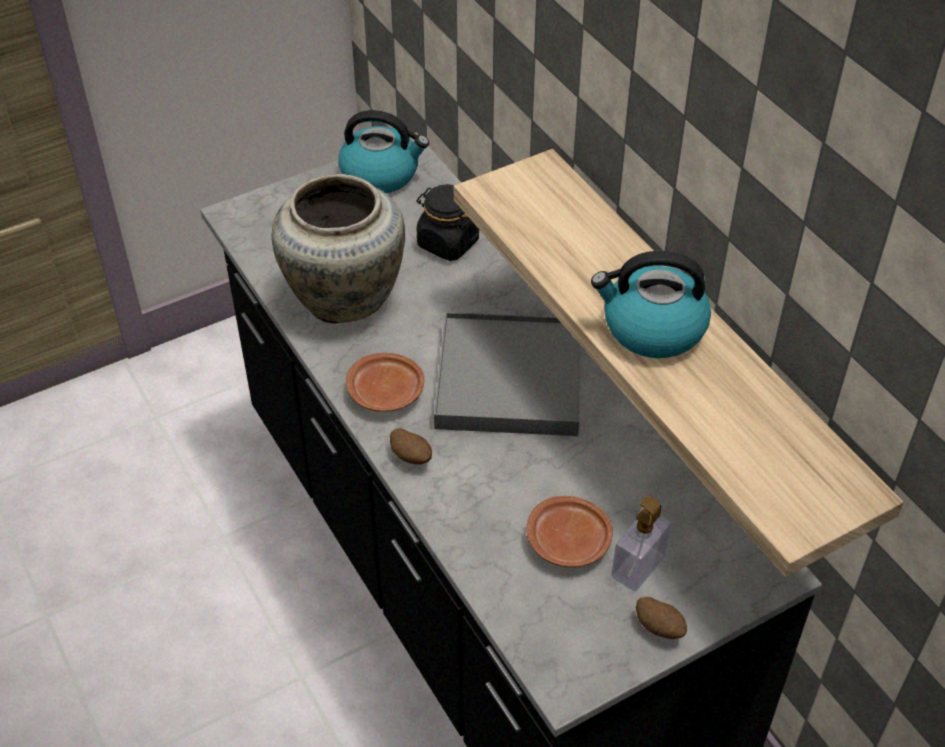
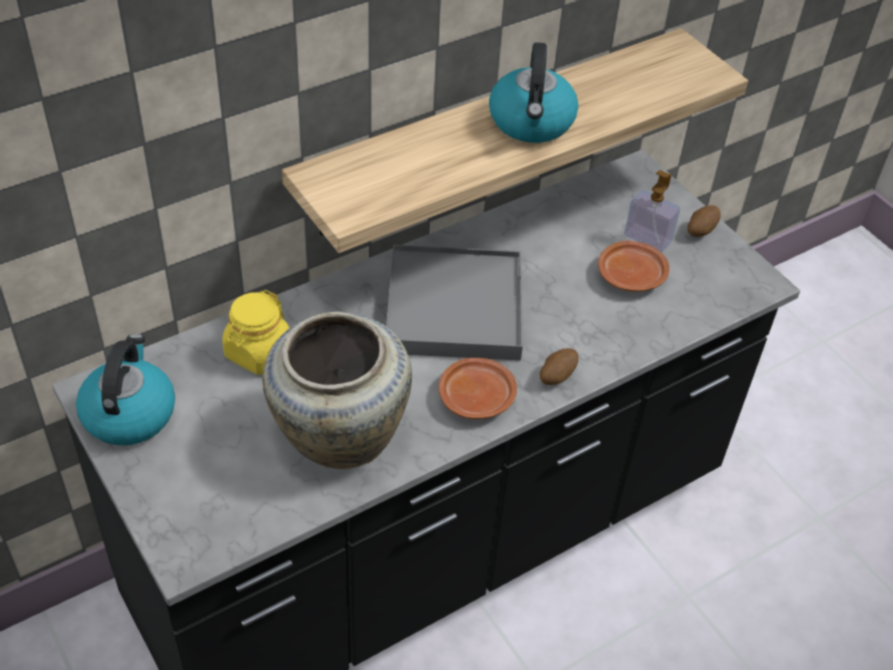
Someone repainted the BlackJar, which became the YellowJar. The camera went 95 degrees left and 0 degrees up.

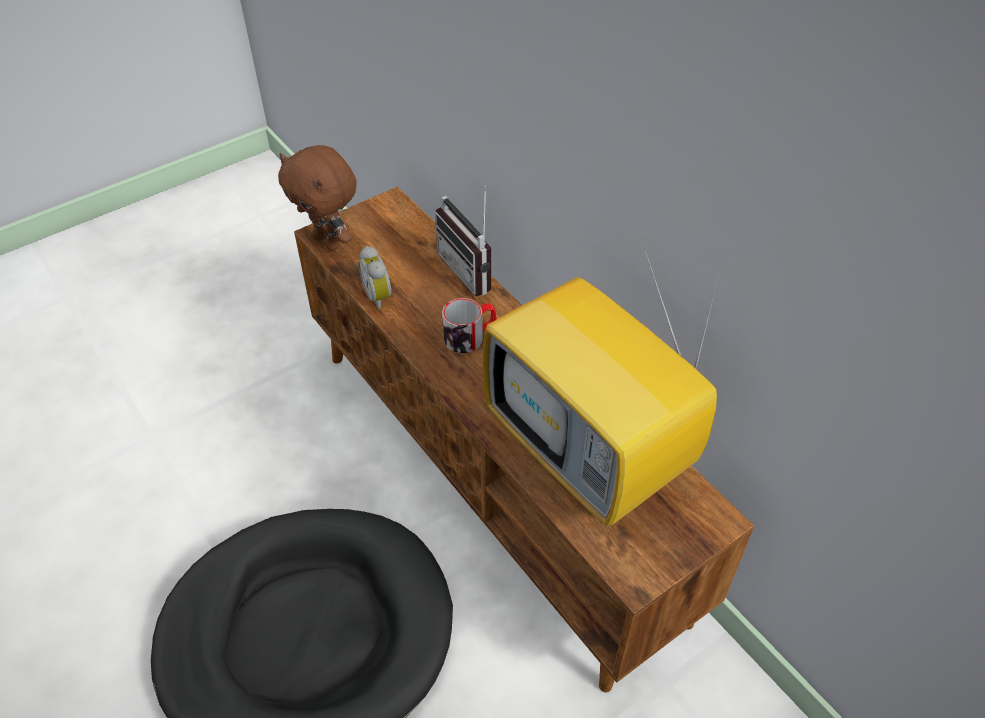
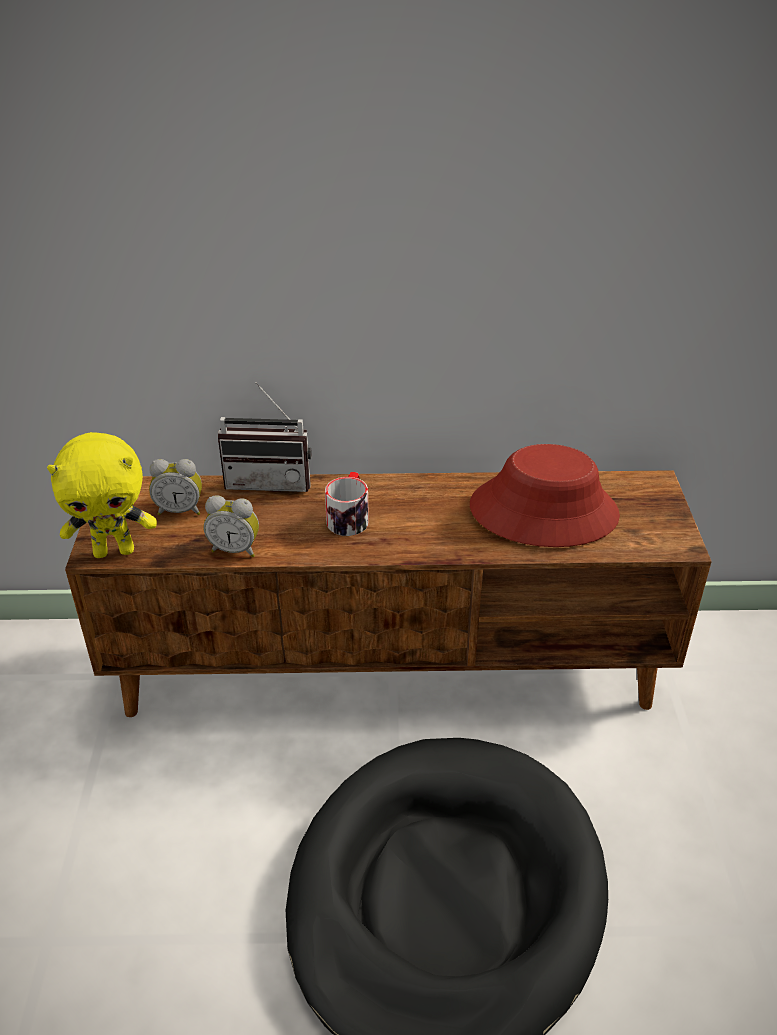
Someone put down the AlarmClock (1st from left). Someone swapped the Television for the RedHat. Someone repainted the BrownPlushToy, which became the YellowPlushToy. The camera went 55 degrees left and 10 degrees down.

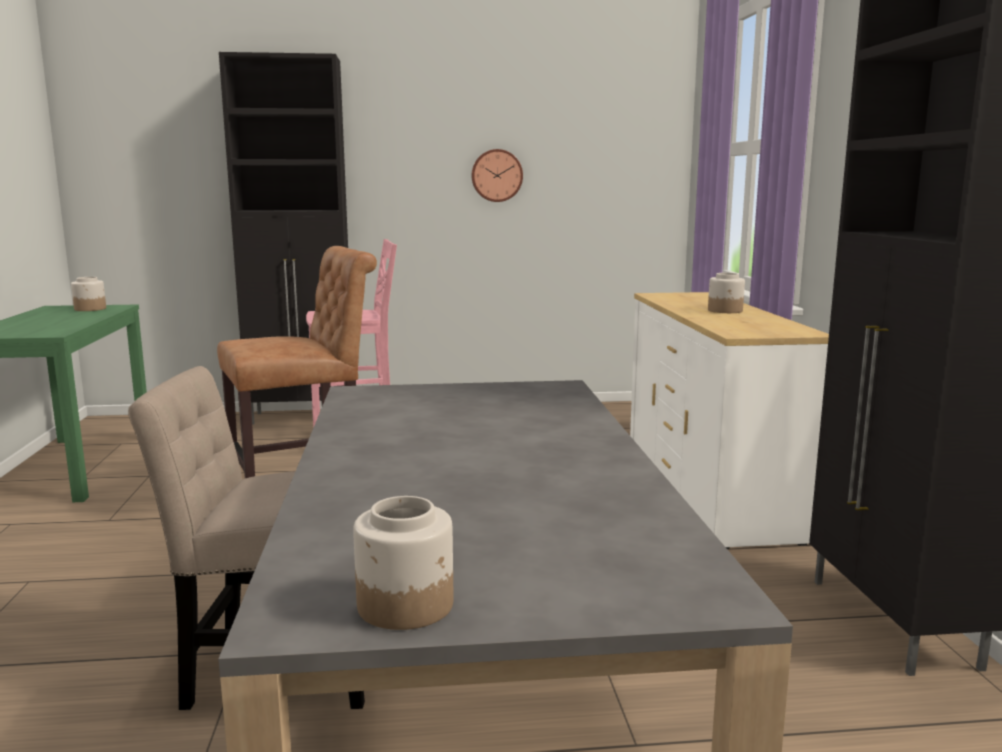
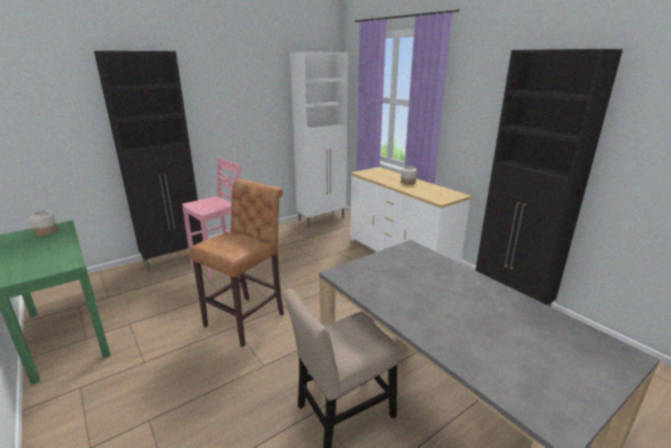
Someone took away the Jar (2nd from left). Someone took away the WallClock. Someone put down the WhiteCabinet. The camera went 30 degrees left and 10 degrees up.

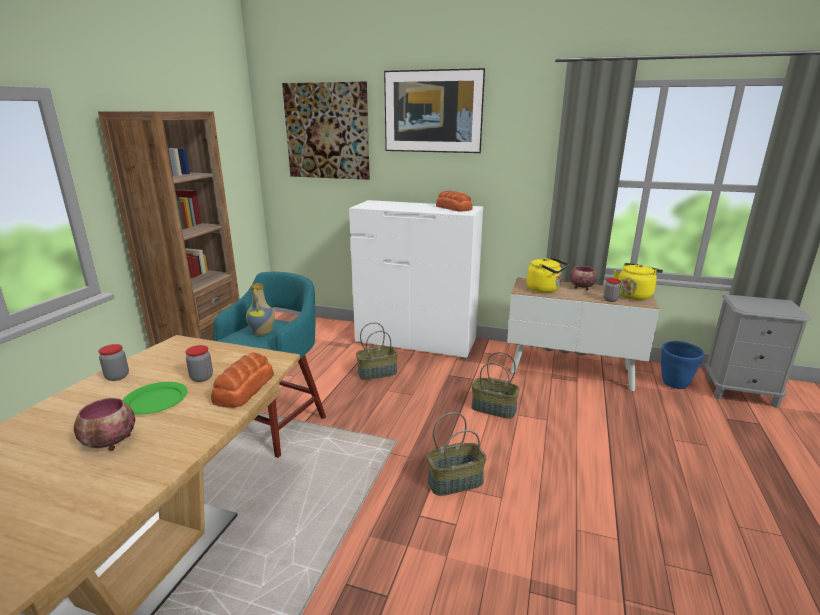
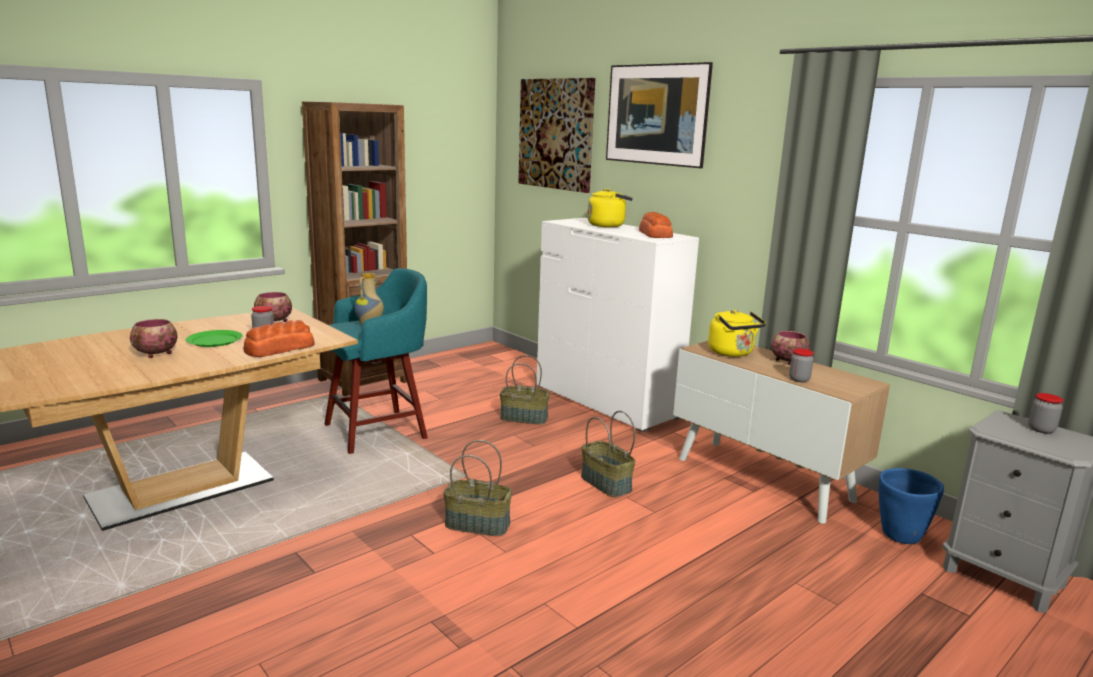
Someone put down the Bowl (2nd from left). Someone carried the Jar (1st from left in the first image). Someone carried the YellowKettle (2nd from left in the first image). The camera went 30 degrees right and 5 degrees down.

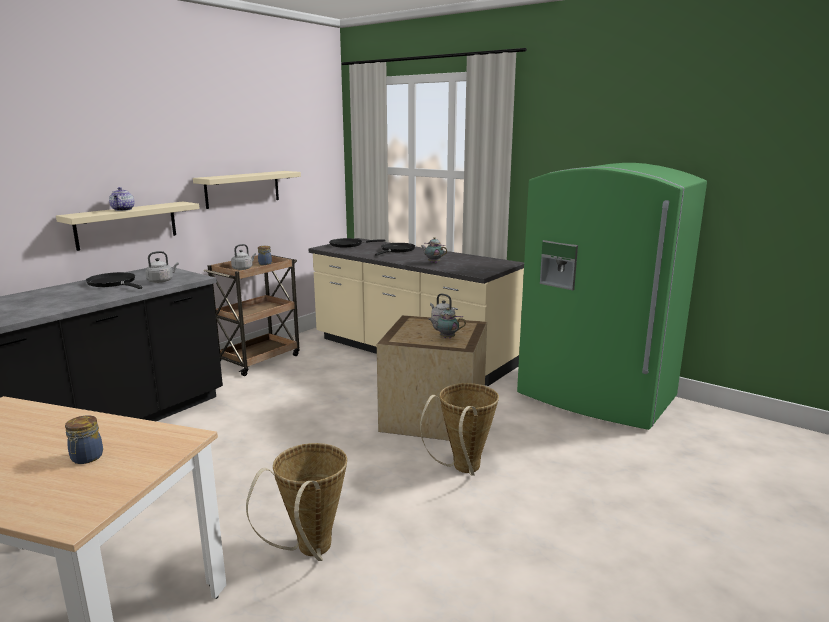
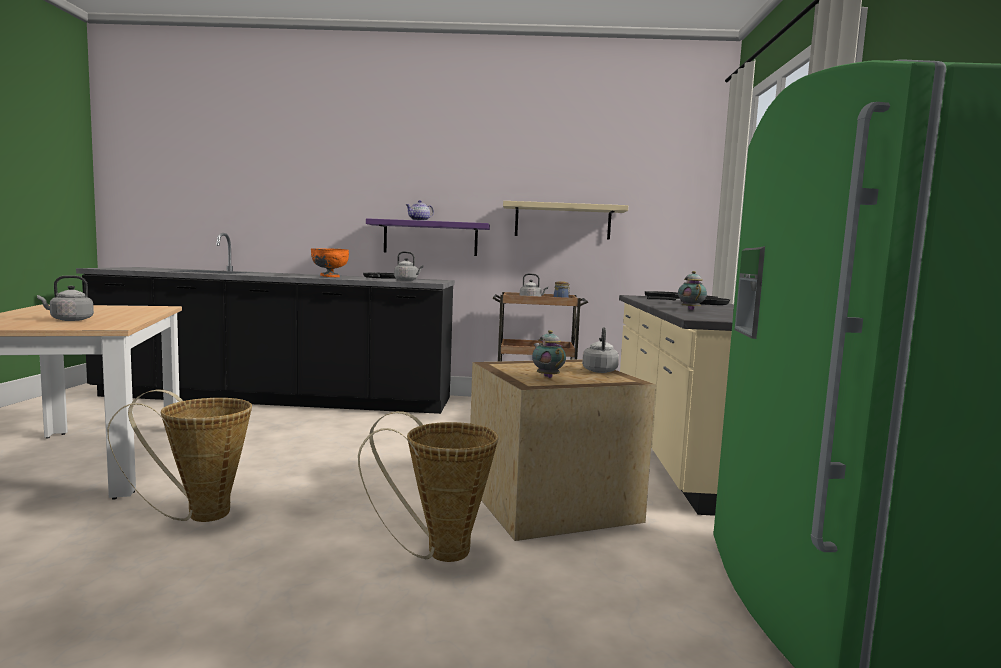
Someone put down the OrangeBowl. Someone swapped the Jar (1st from left) for the GreyKettle (1st from left). Someone repainted the BeigeShelf (1st from left), which became the PurpleShelf. The camera went 55 degrees right and 10 degrees down.

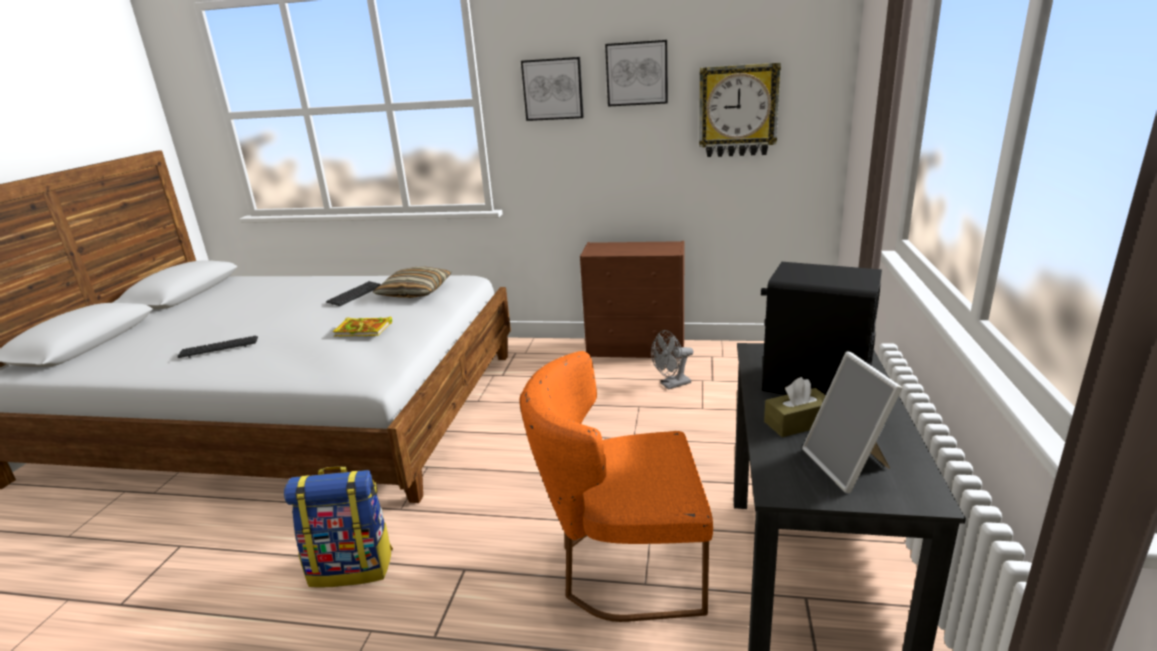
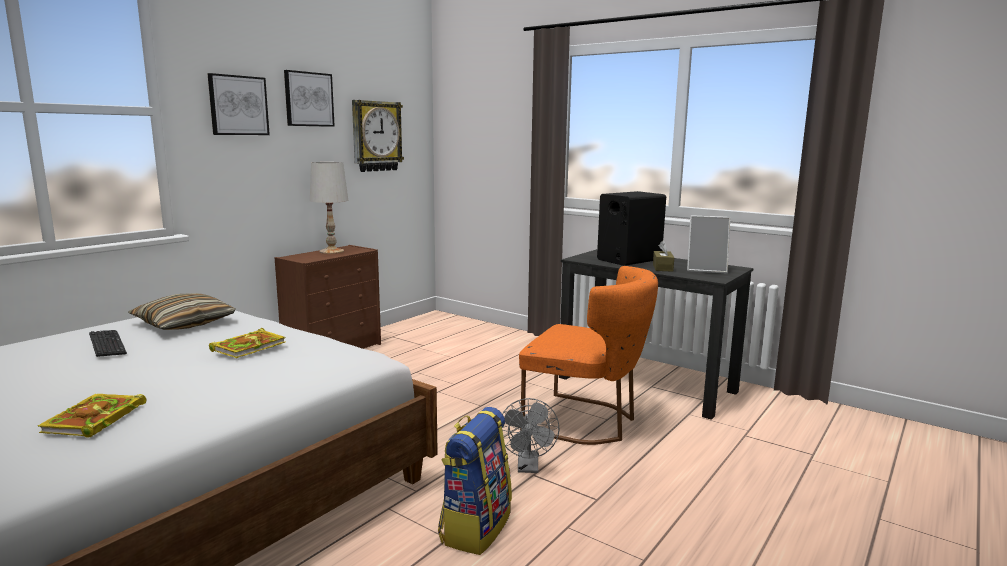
Someone put down the WhiteTableLamp. Someone carried the GreyFan. Someone swapped the Keyboard (1st from left) for the Book (1st from left). Someone rotated the OrangeChair by 90 degrees counterclockwise. The camera went 65 degrees left and 10 degrees down.

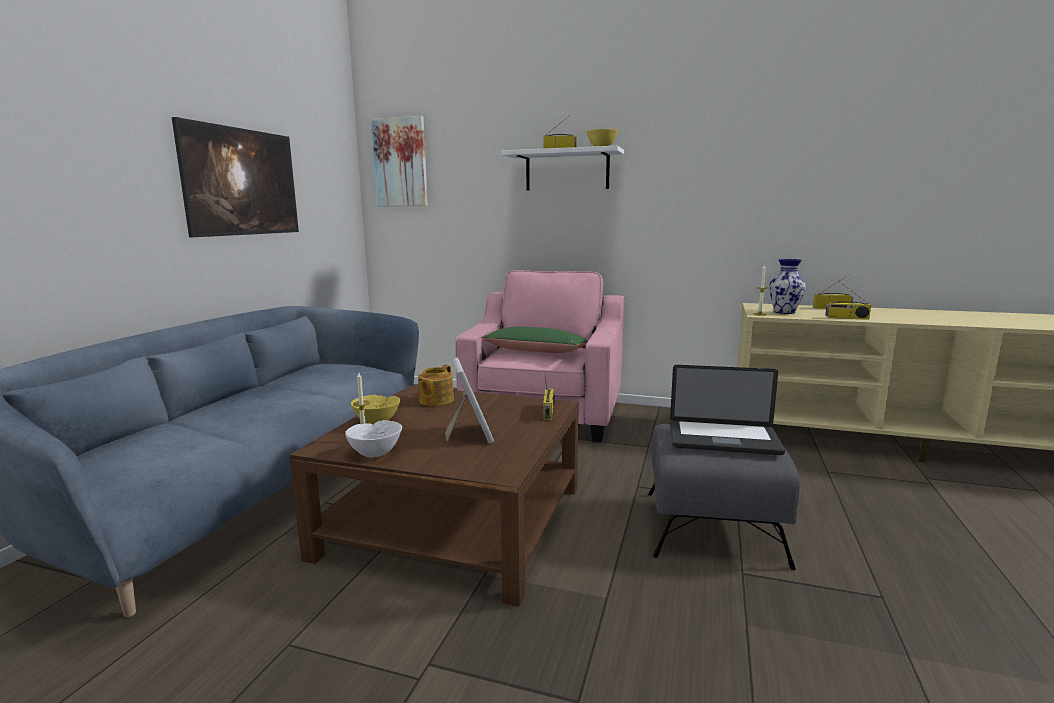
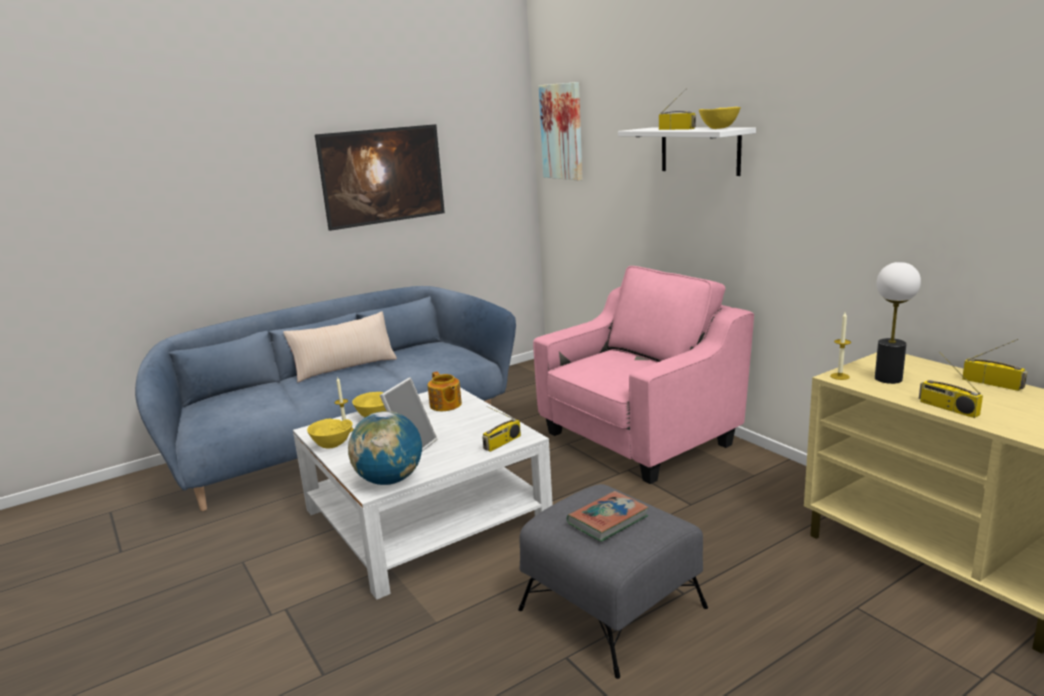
Someone took away the GreenPillow. Someone put down the BeigePillow. Someone put down the Globe. Someone swapped the Laptop for the Book. Someone swapped the Vase for the TableLamp. Someone repainted the BrownCoffeeTable, which became the WhiteCoffeeTable. Someone repainted the WhiteBowl, which became the YellowBowl (1st from left). Someone rotated the Teapot by 90 degrees counterclockwise. The camera went 40 degrees right and 5 degrees up.

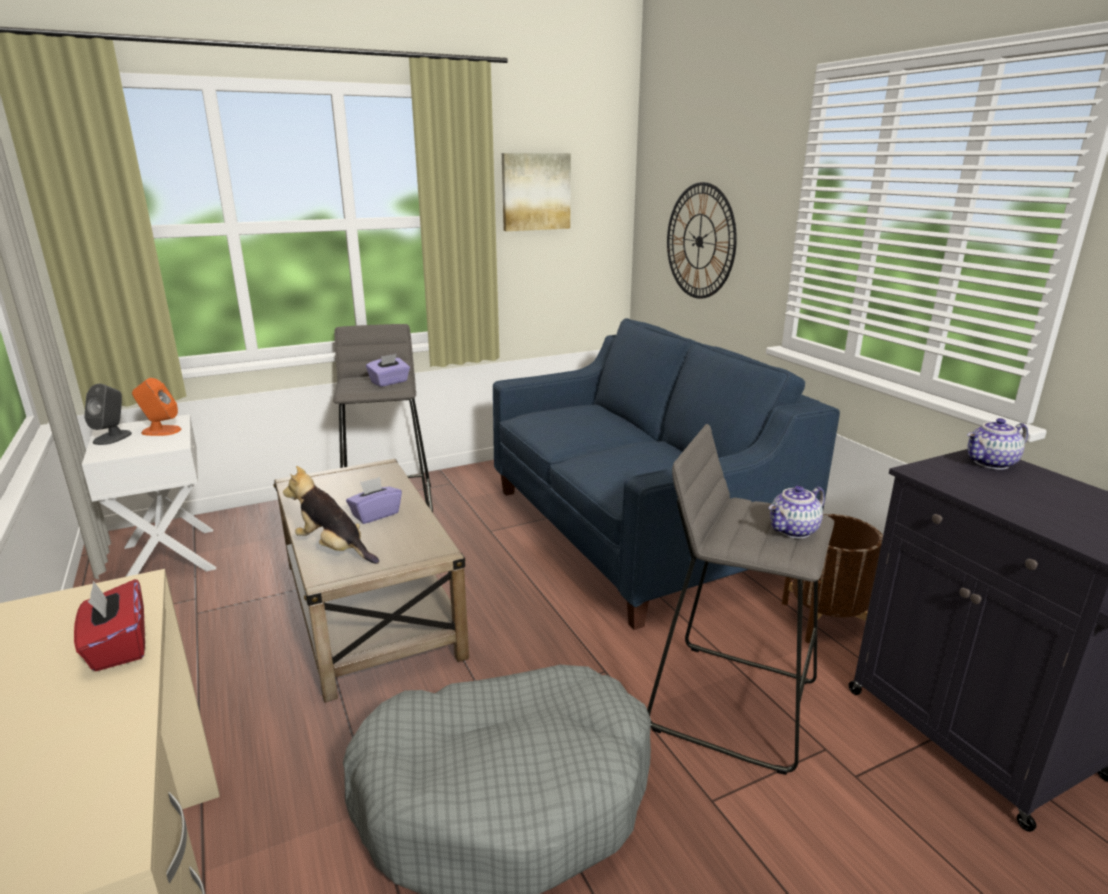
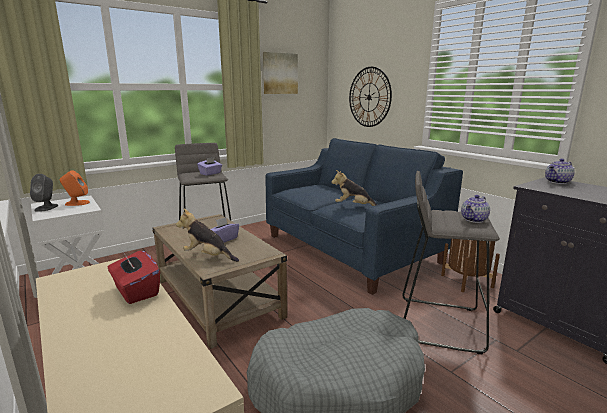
Someone put down the PlushToy (2nd from left). The camera went 10 degrees left and 5 degrees down.

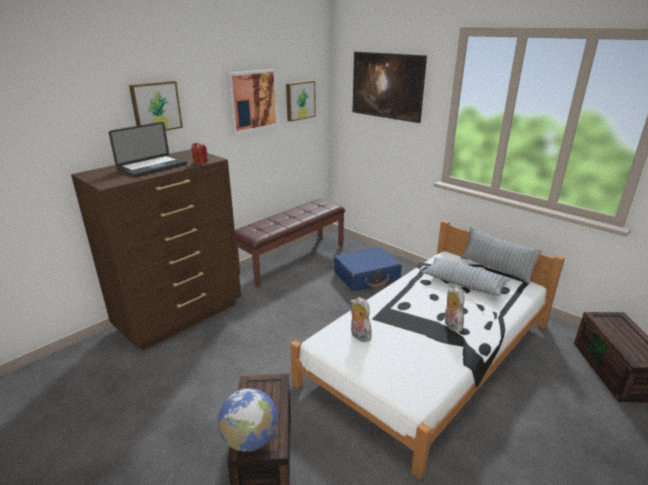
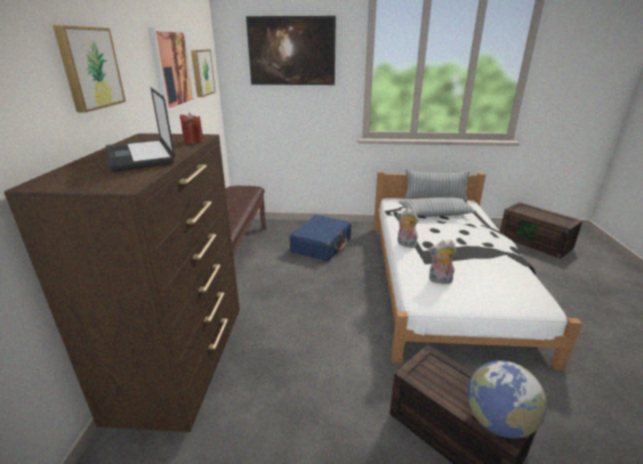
Someone carried the PlushToy (2nd from left in the first image). Someone rotated the Laptop by 150 degrees clockwise. The camera went 40 degrees left and 0 degrees up.

